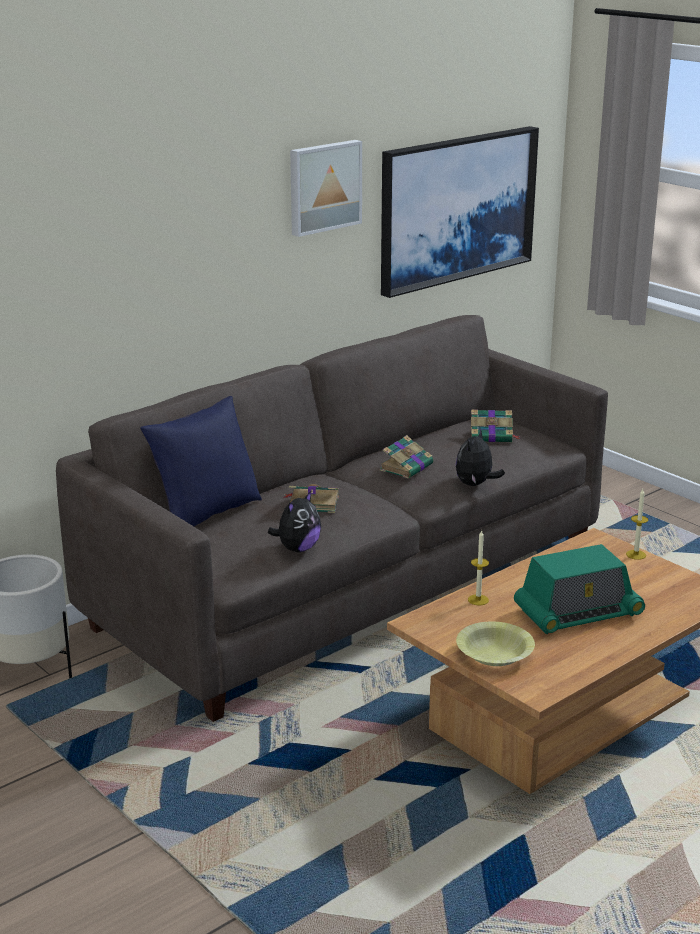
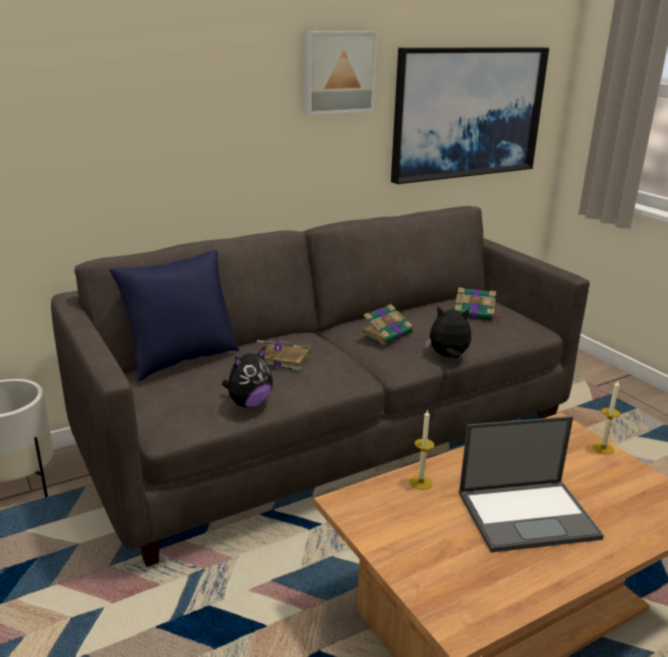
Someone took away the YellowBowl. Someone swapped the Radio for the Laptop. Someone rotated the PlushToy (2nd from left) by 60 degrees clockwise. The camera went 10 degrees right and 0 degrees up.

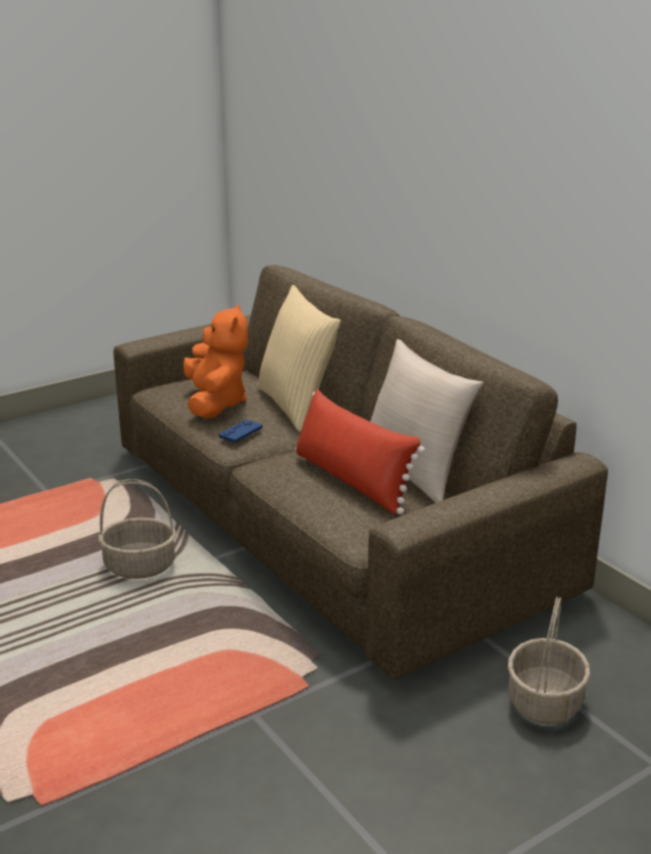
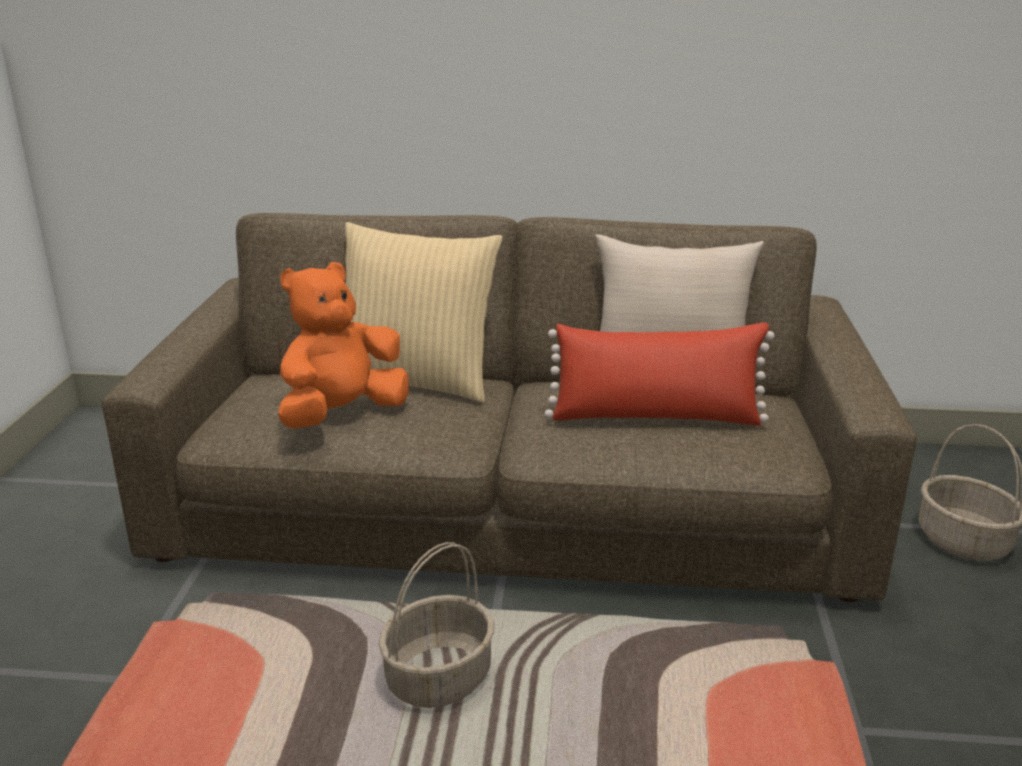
Someone took away the BlueGameController. Someone rotated the OrangePlushToy by 75 degrees counterclockwise. The camera went 50 degrees left and 0 degrees up.

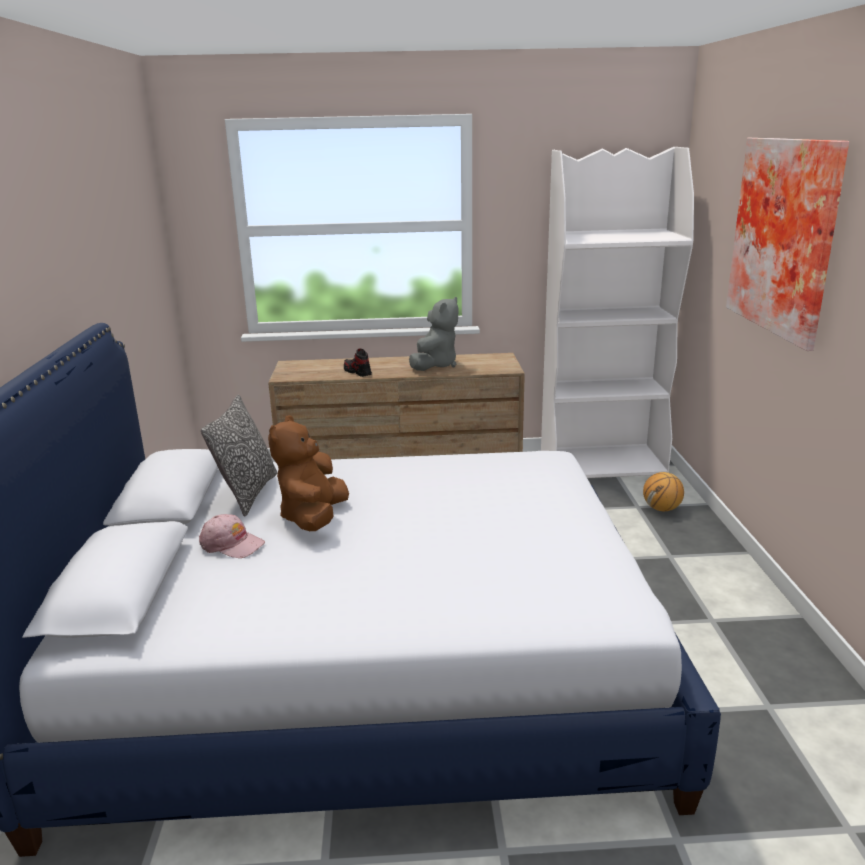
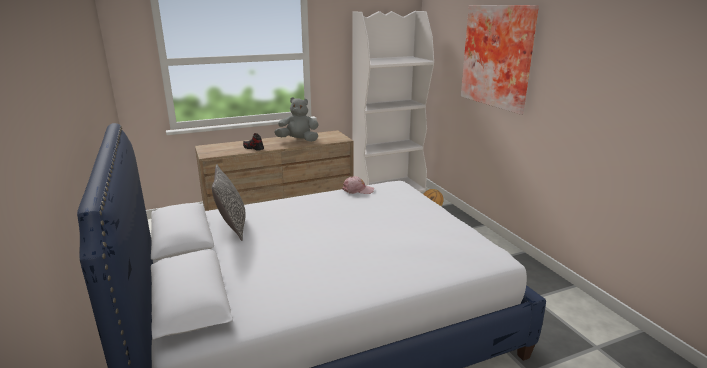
Someone took away the BrownPlushToy. Someone carried the PinkCap. Someone rotated the GreyPlushToy by 90 degrees counterclockwise. The camera went 20 degrees left and 0 degrees up.

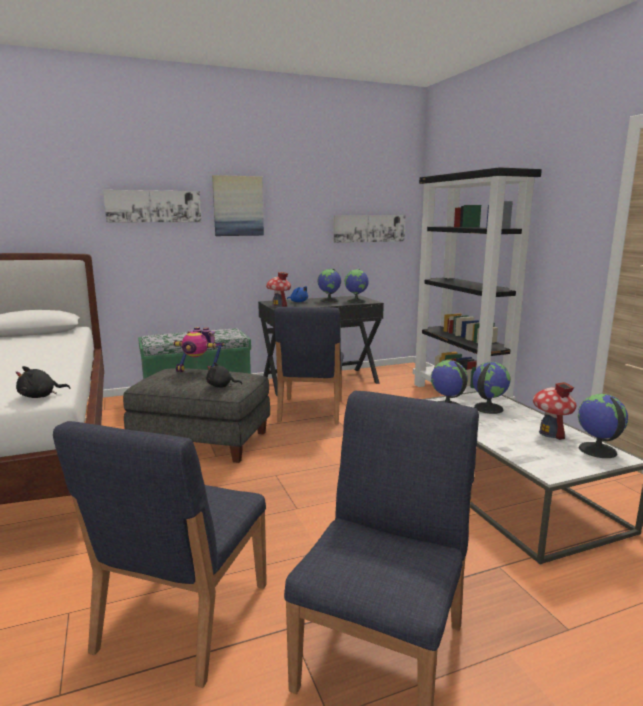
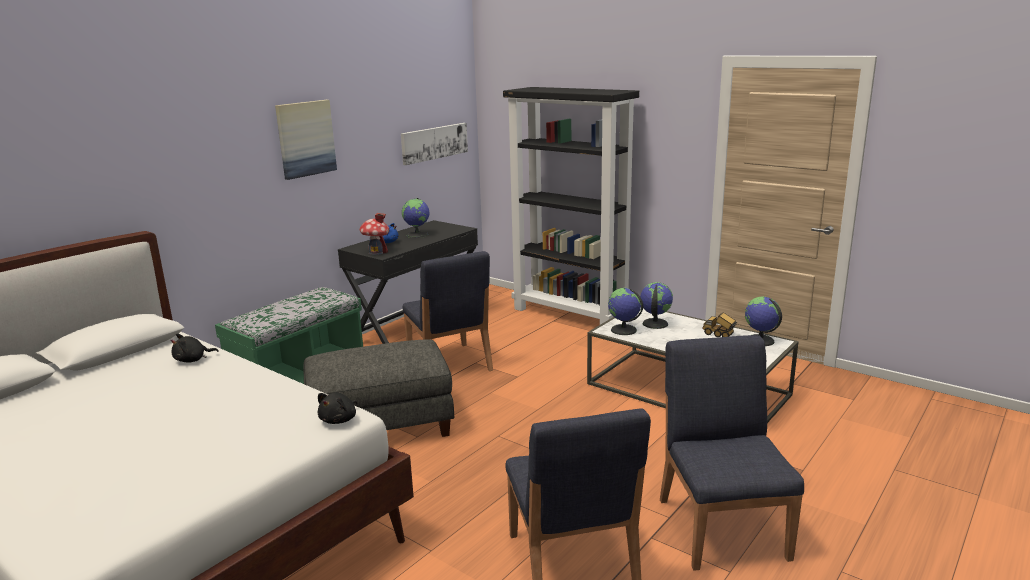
Someone took away the Picture (1st from left). Someone took away the ToyRobot. Someone took away the Globe (2nd from left). Someone carried the BlackPlushToy (2nd from left in the first image). Someone swapped the ToyHouse (2nd from left) for the ToyTruck. The camera went 30 degrees left and 5 degrees up.

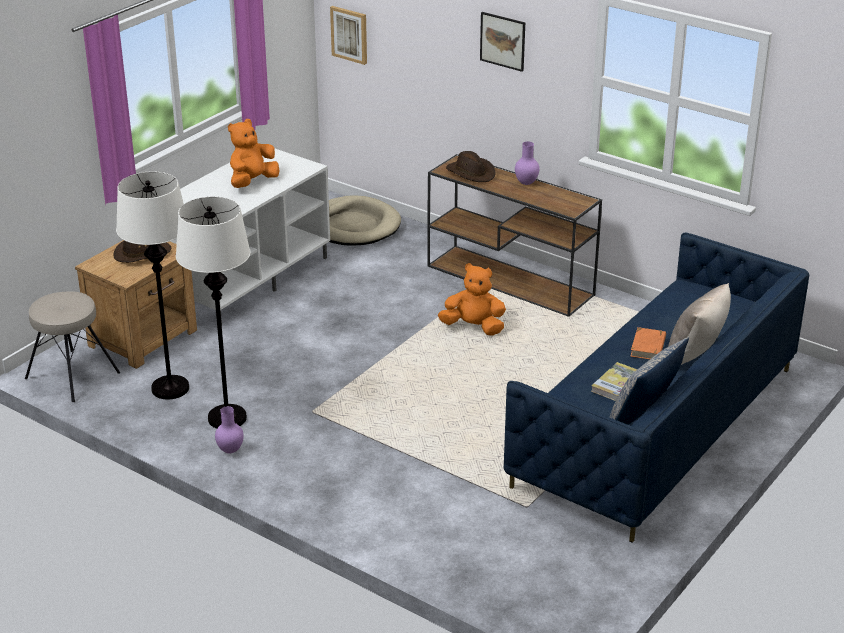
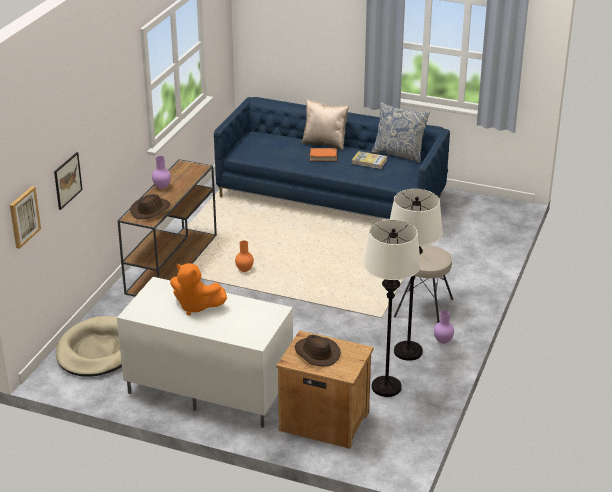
Someone carried the BeigeStool. Someone carried the Picture (2nd from left). Someone swapped the OrangePlushToy (2nd from left) for the OrangeVase. The camera went 105 degrees left and 0 degrees up.

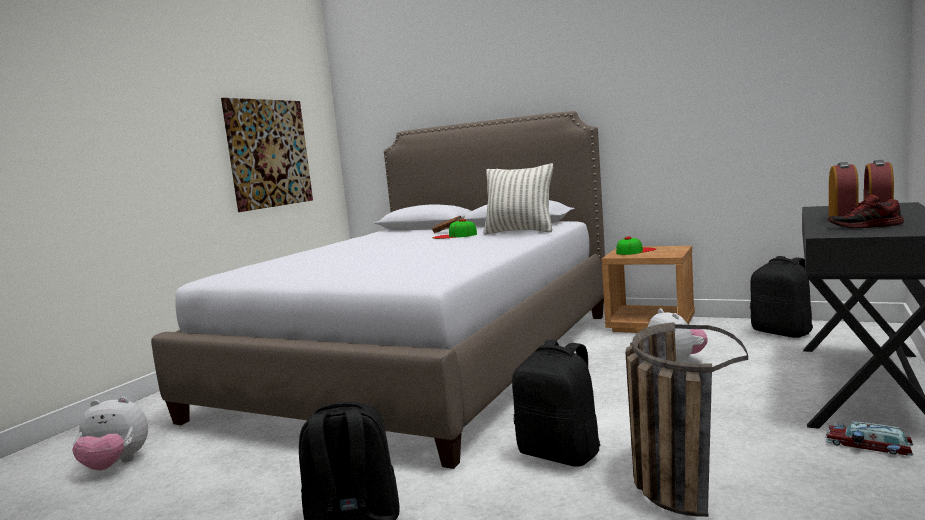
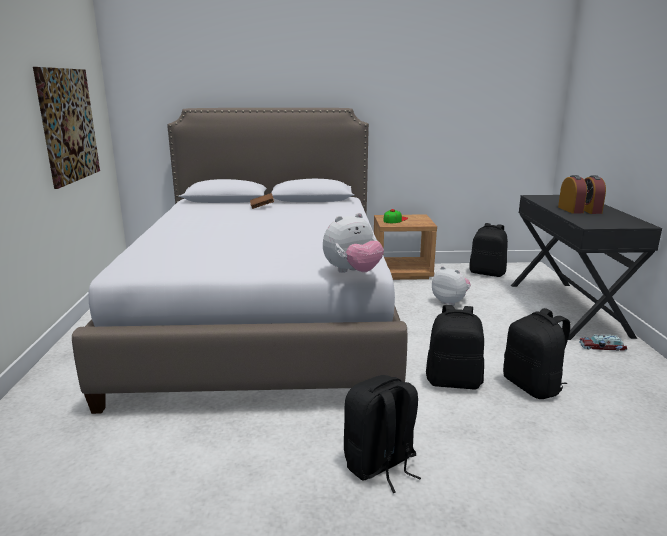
Someone took away the Cap (1st from left). Someone took away the Pillow. Someone took away the Shoe. Someone carried the PlushToy (1st from left). Someone swapped the Basket for the BlackBackpack (4th from left). The camera went 30 degrees left and 10 degrees up.

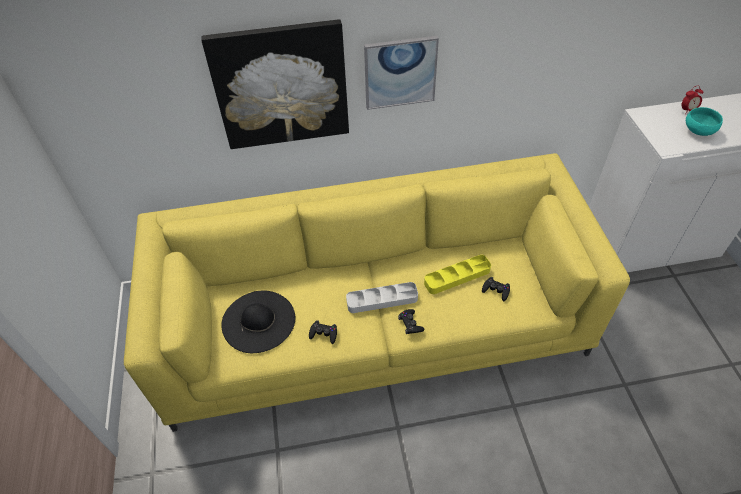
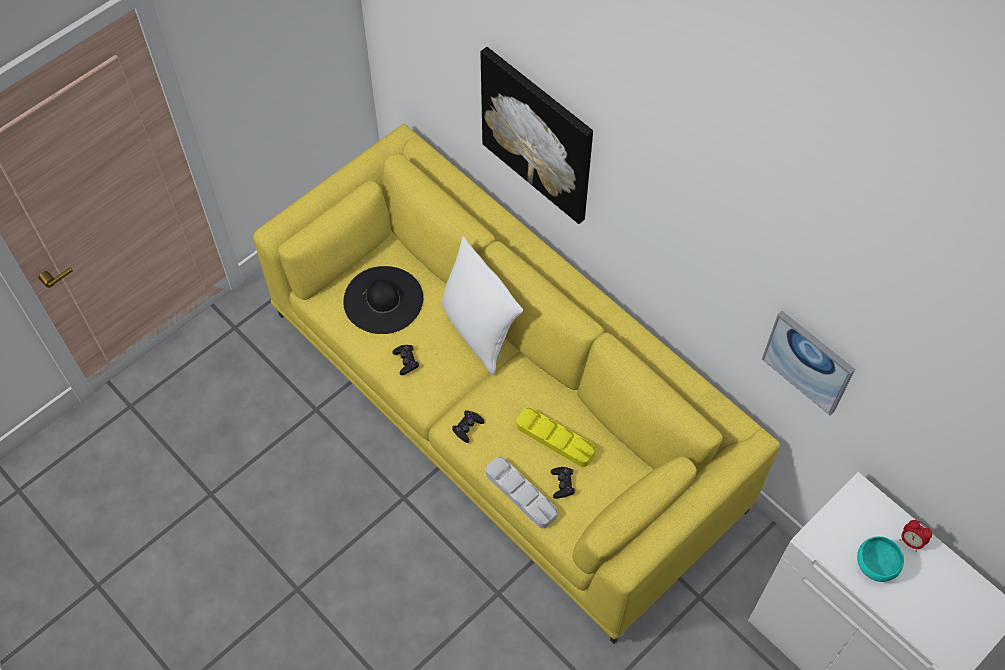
Someone put down the WhitePillow. Someone carried the GreyTray. Someone carried the Picture (2nd from left). The camera went 55 degrees right and 10 degrees up.

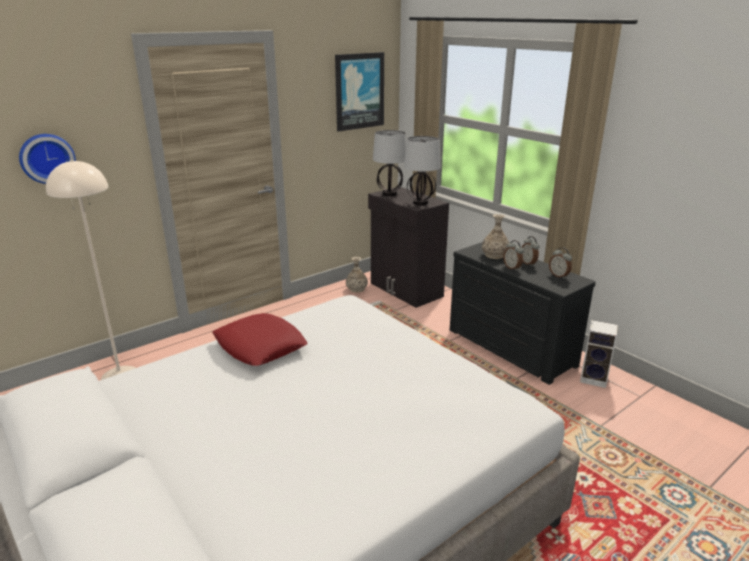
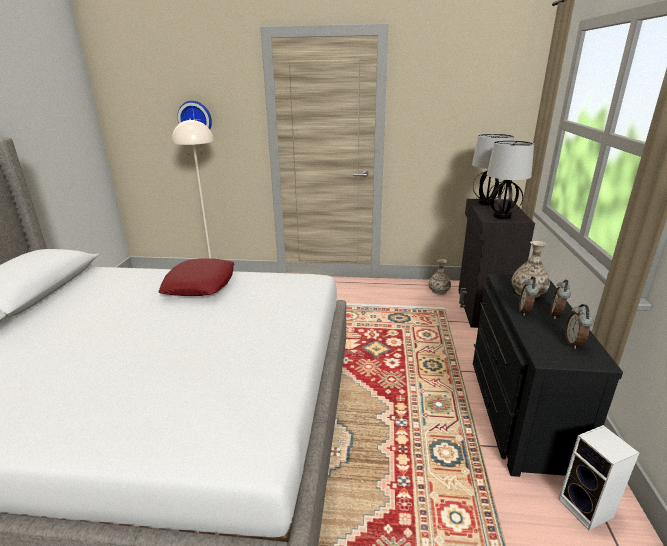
Someone took away the Picture. The camera went 45 degrees right and 0 degrees up.

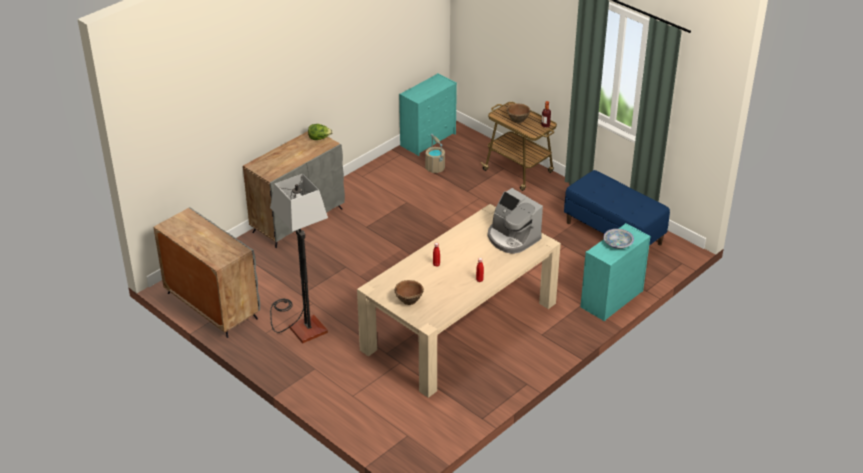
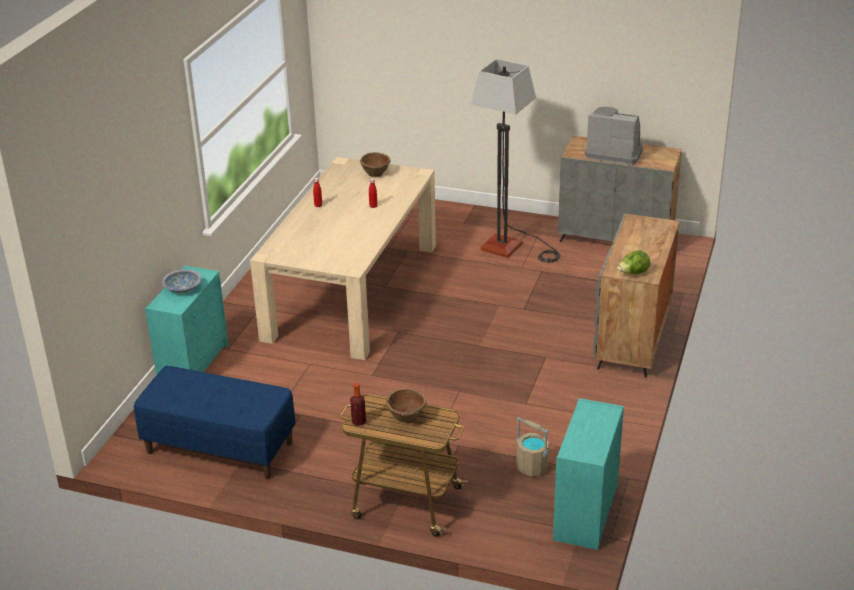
Someone carried the CoffeeMachine. The camera went 155 degrees right and 5 degrees down.

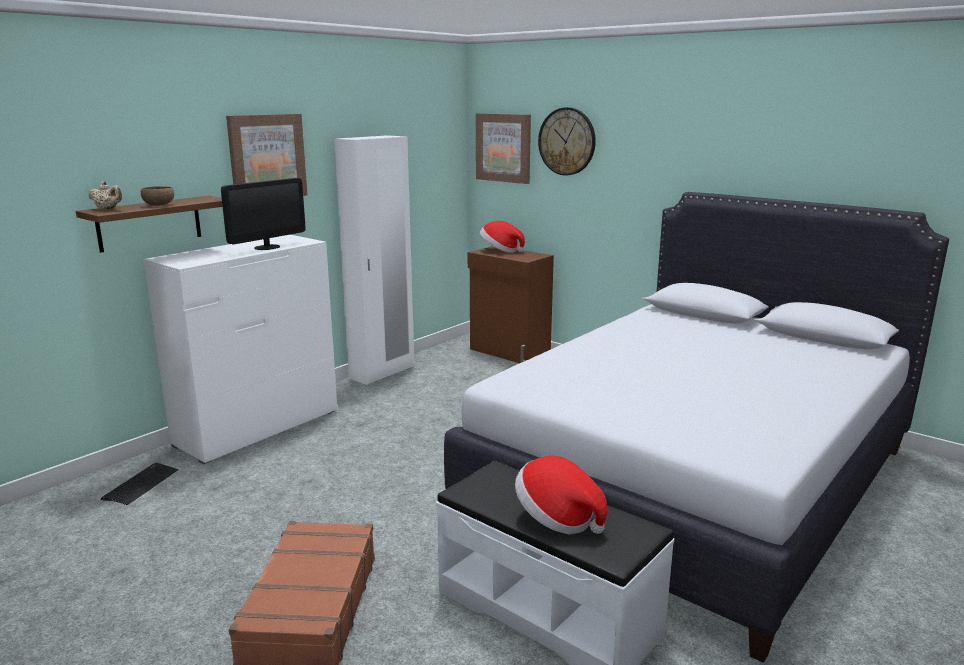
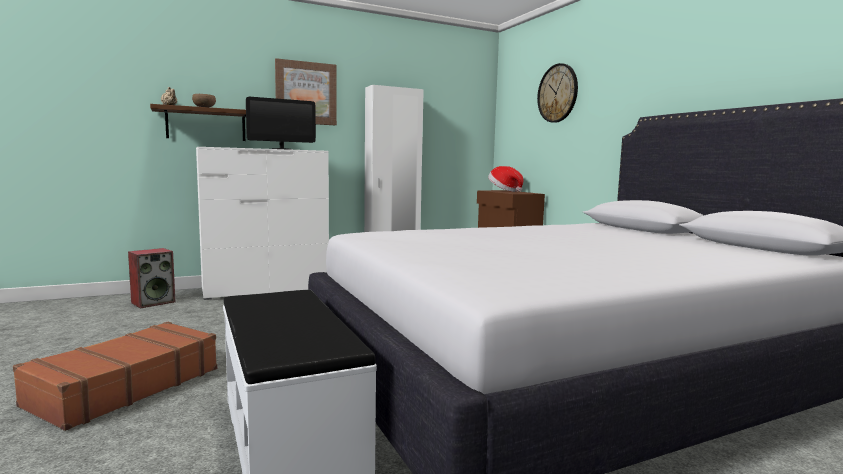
Someone took away the Picture (2nd from left). Someone took away the Hat (2nd from left). Someone swapped the Keyboard for the Speaker. The camera went 25 degrees right and 10 degrees down.

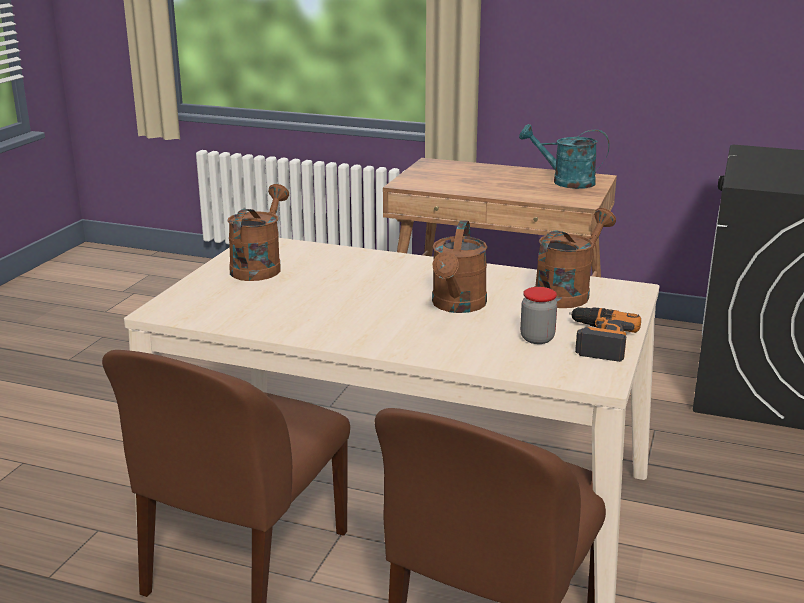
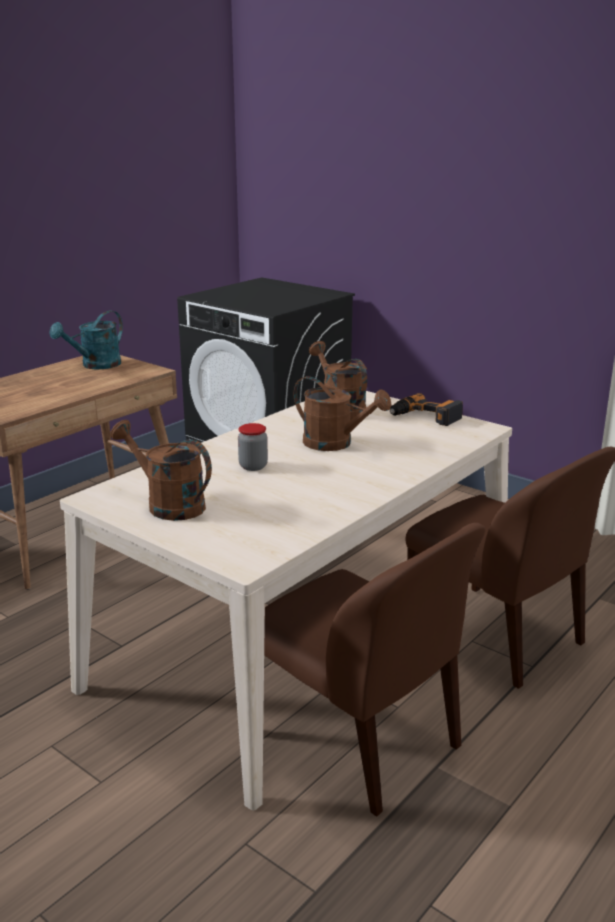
Someone carried the Jar. The camera went 70 degrees left and 0 degrees up.

